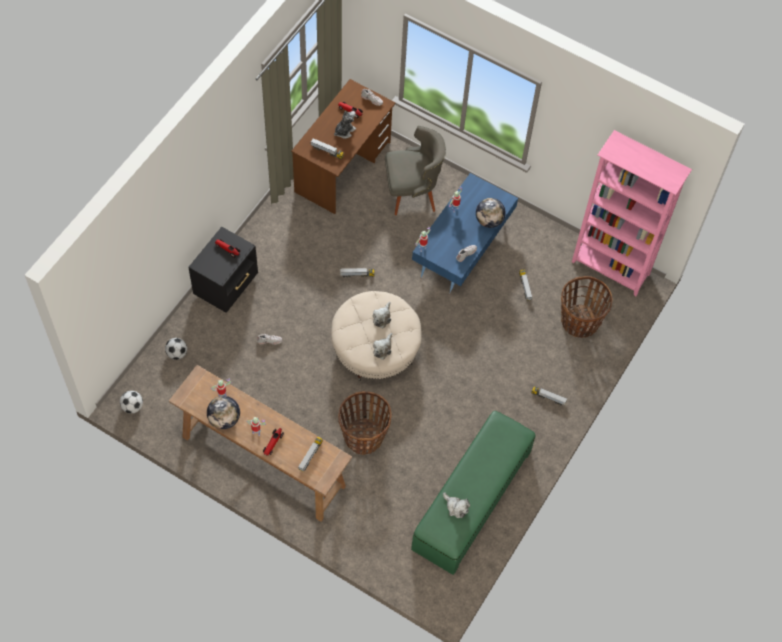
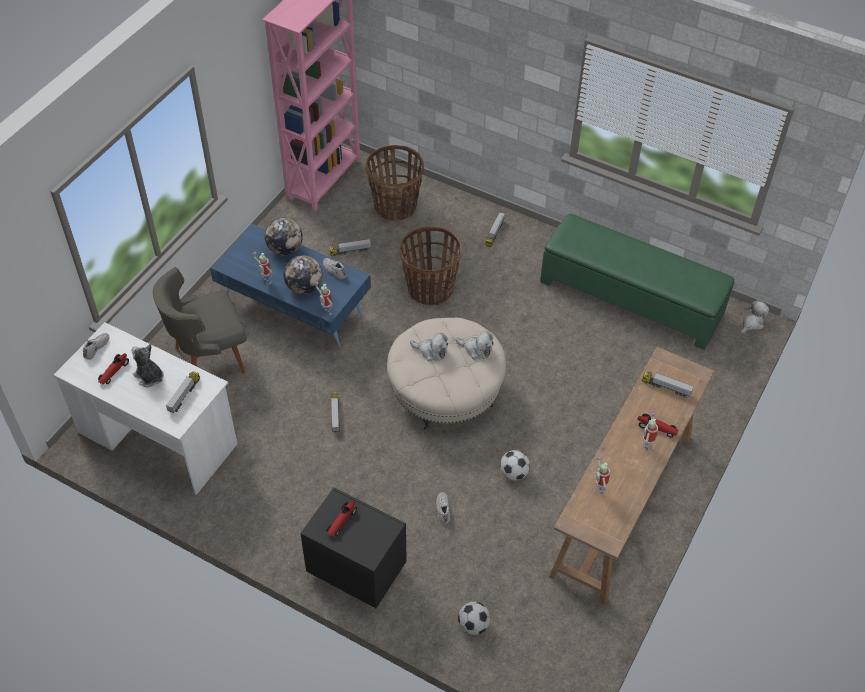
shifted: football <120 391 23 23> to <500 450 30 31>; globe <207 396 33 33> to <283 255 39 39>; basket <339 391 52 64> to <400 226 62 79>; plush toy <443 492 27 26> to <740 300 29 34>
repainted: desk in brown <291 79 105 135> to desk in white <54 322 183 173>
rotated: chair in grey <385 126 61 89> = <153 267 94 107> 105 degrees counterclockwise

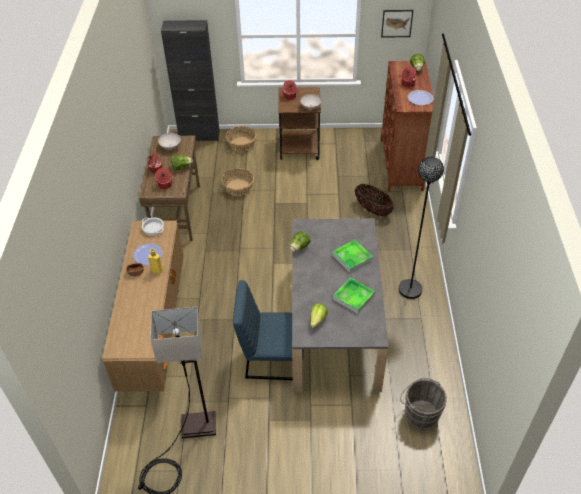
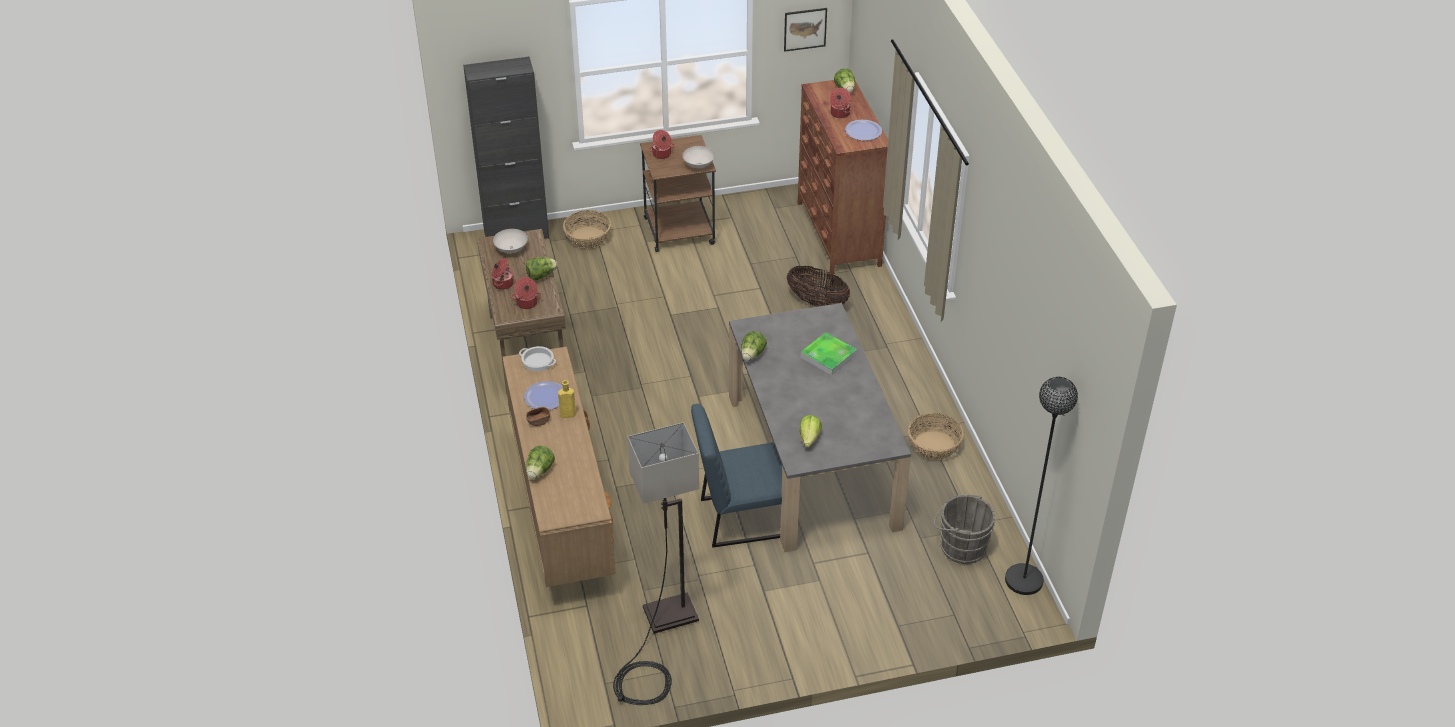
gone: tray <333 277 42 37>
new: lettuce <526 446 29 33>
shifted: basket <222 168 32 27> to <908 413 56 47>; floor lamp in black <399 157 45 142> to <1005 377 73 218>

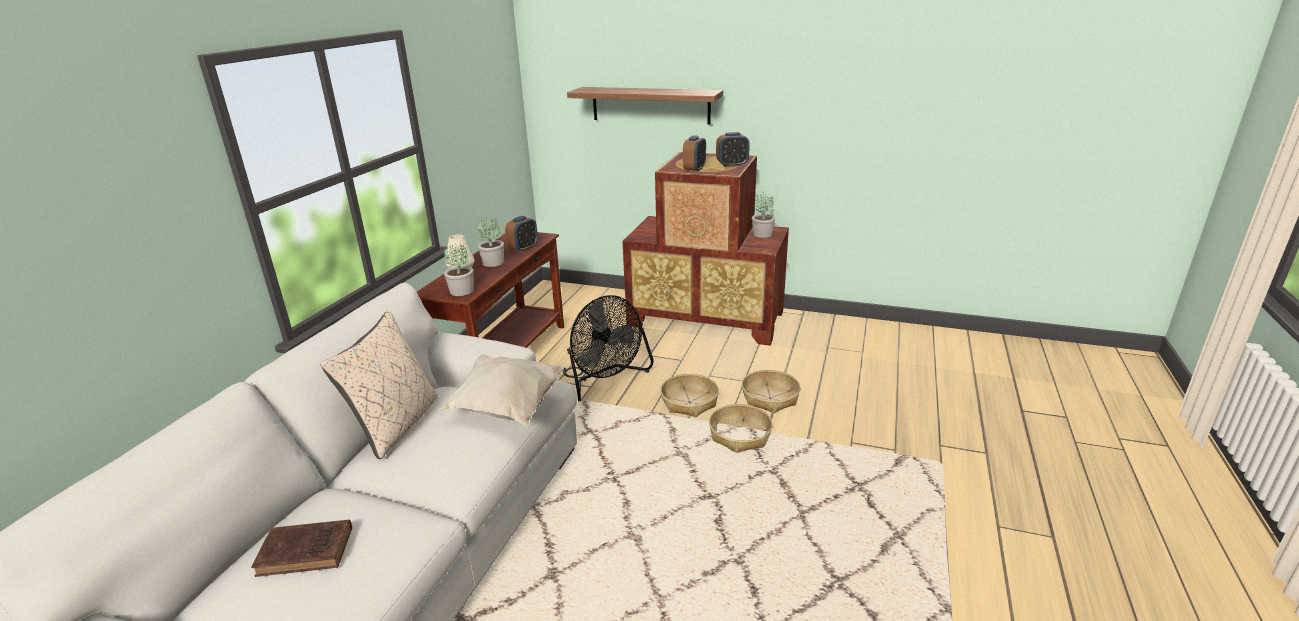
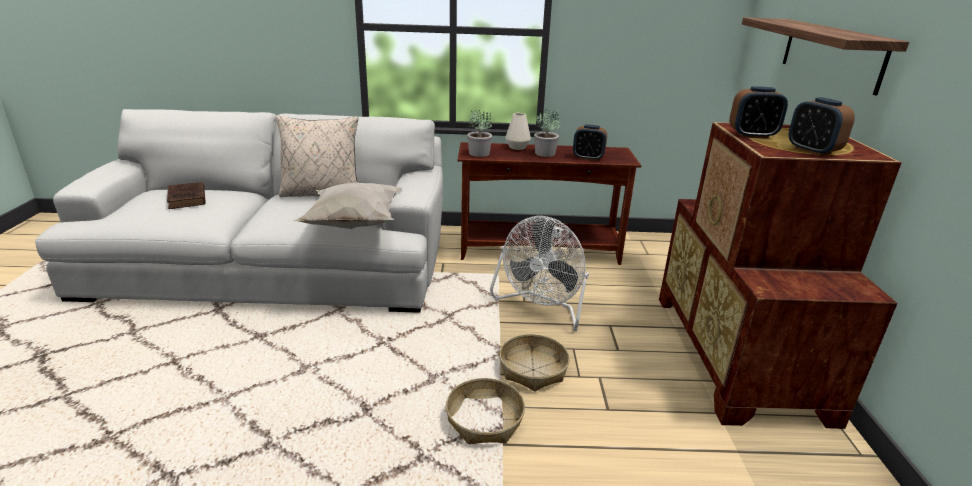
gone: basket <742 370 59 43>; potted plant <752 192 23 46>
repainted: fan in black <563 295 91 106> to fan in white <490 216 99 115>

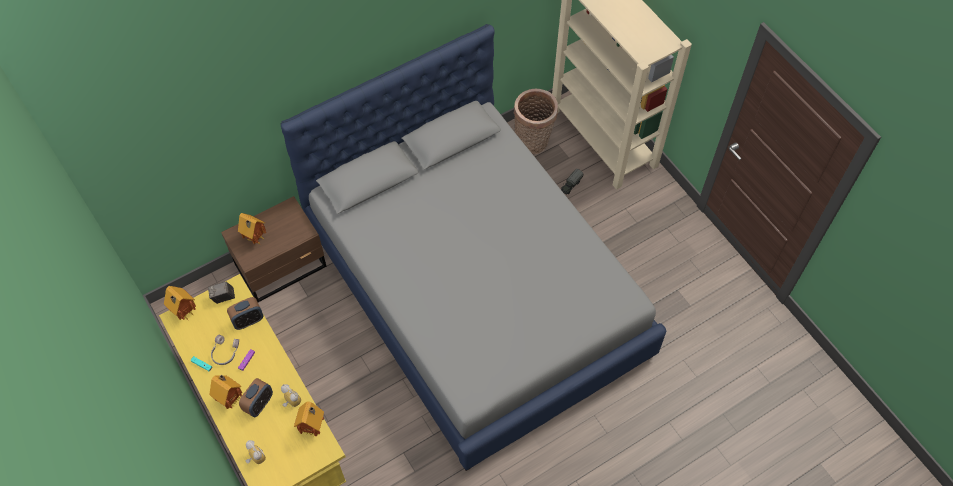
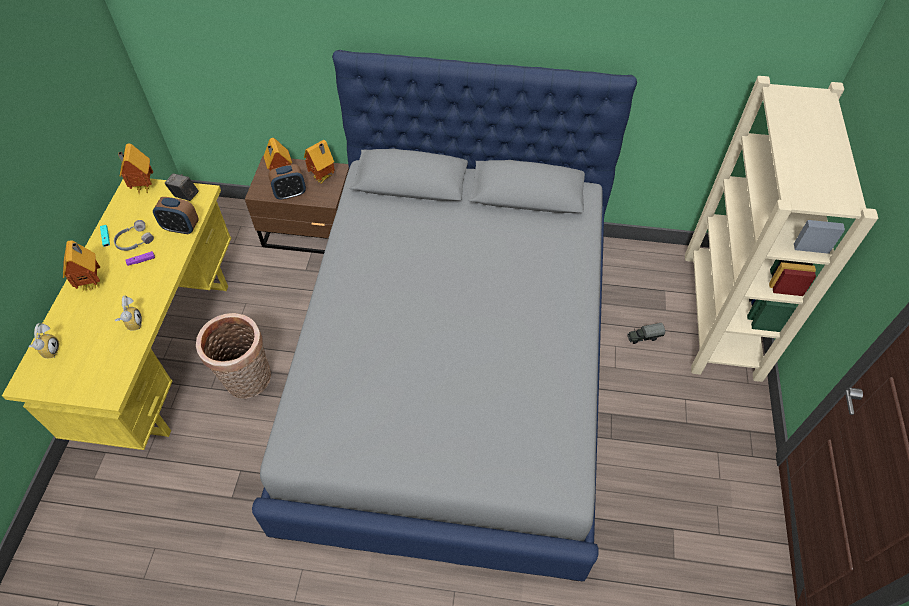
shifted: alarm clock <239 378 34 39> to <268 164 38 36>; toy house <294 401 30 35> to <304 140 31 44>; basket <514 89 44 65> to <196 313 75 86>

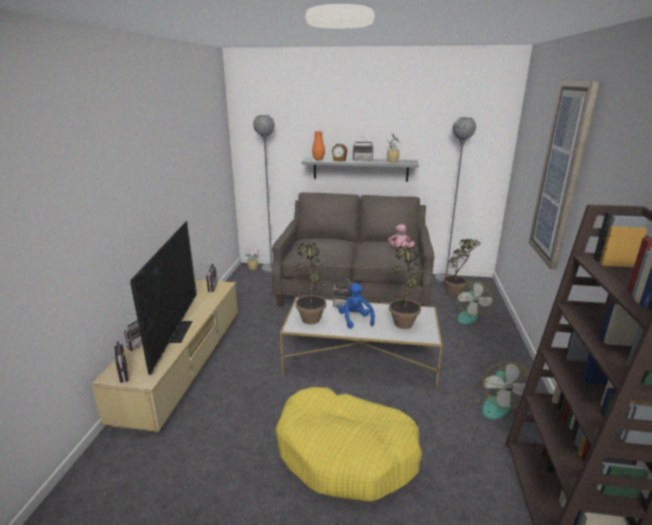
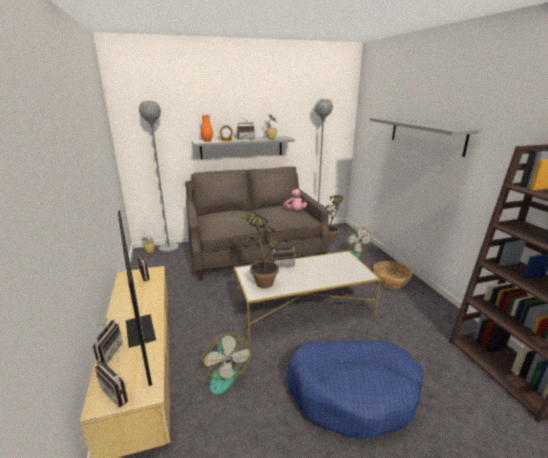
gone: plush toy in blue <338 283 37 46>; potted plant <389 239 34 90>
new: basket <373 261 40 28>
shifted: fan <464 362 66 57> to <194 334 57 61>
swapped: picture <529 81 71 189> to shelf in grey <370 117 109 40>
repainted: dog bed in yellow <276 387 146 115> to dog bed in blue <287 340 136 99>

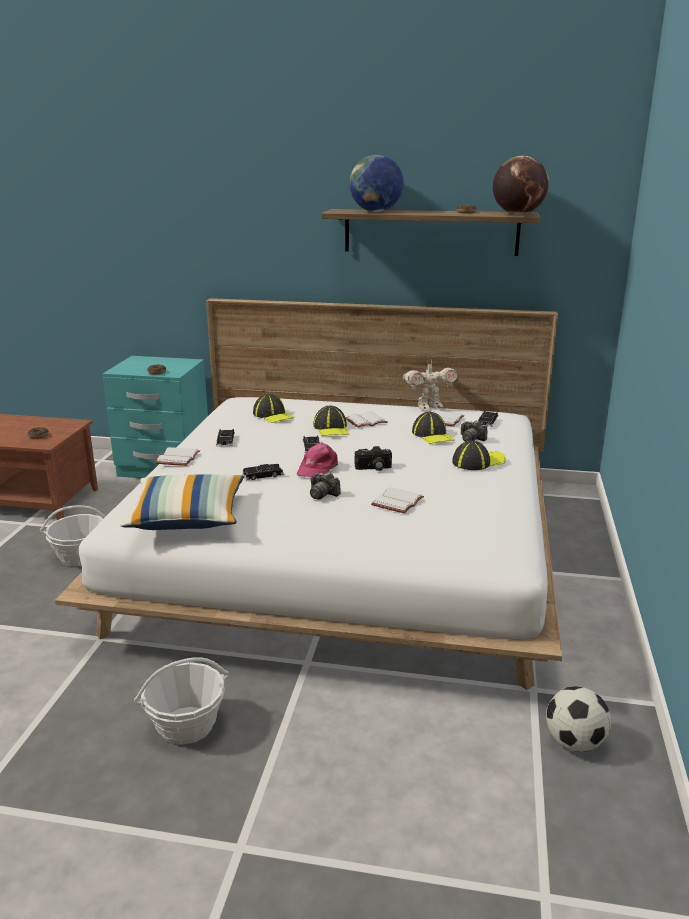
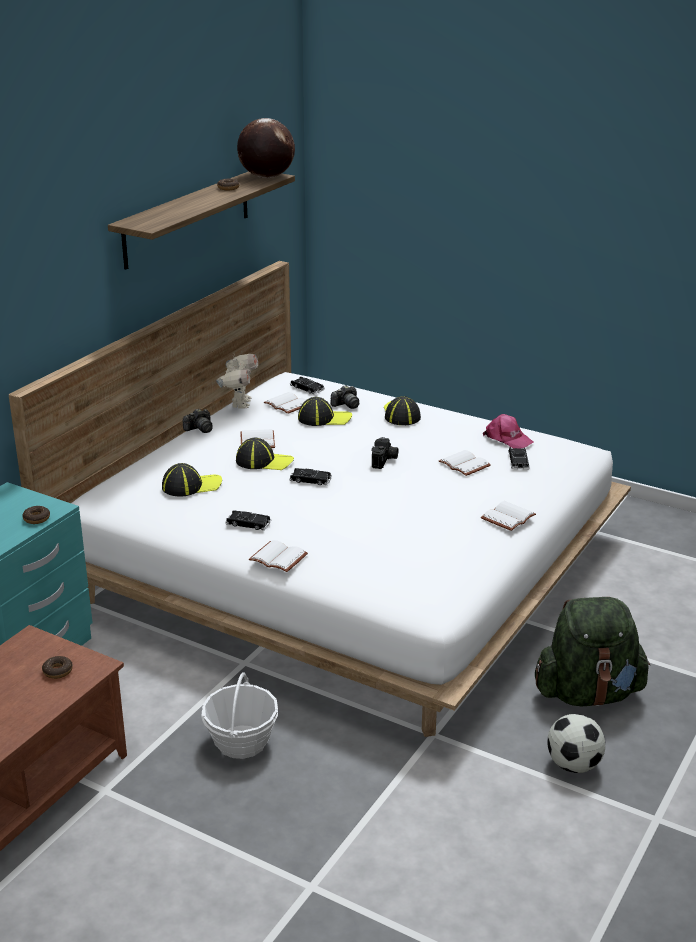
gone: pillow <120 474 124 56>; globe <349 155 54 57>
new: book in white <481 501 55 30>
shifted: toy car in black <242 464 42 16> to <508 447 22 23>; cap in pink <297 443 41 34> to <483 414 50 34>; photo camera <310 472 31 27> to <183 408 29 25>; football <546 686 65 66> to <547 714 58 59>
swapped: basket <134 657 95 88> to backpack in green <535 597 115 109>

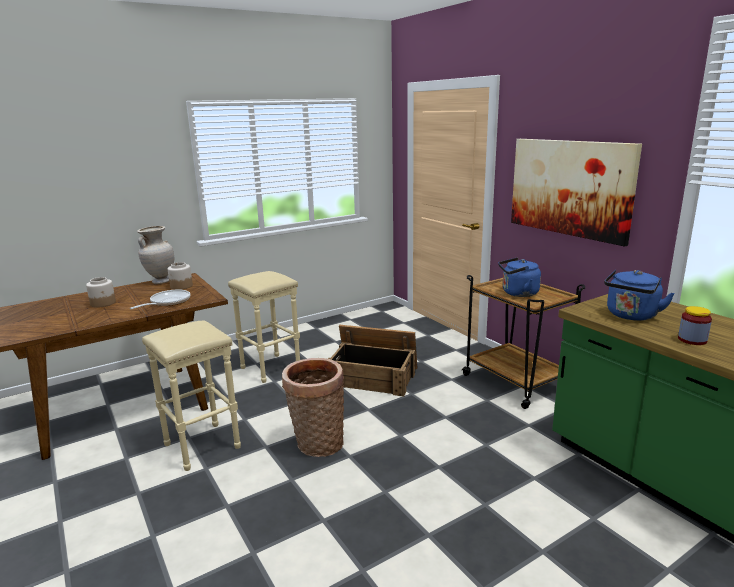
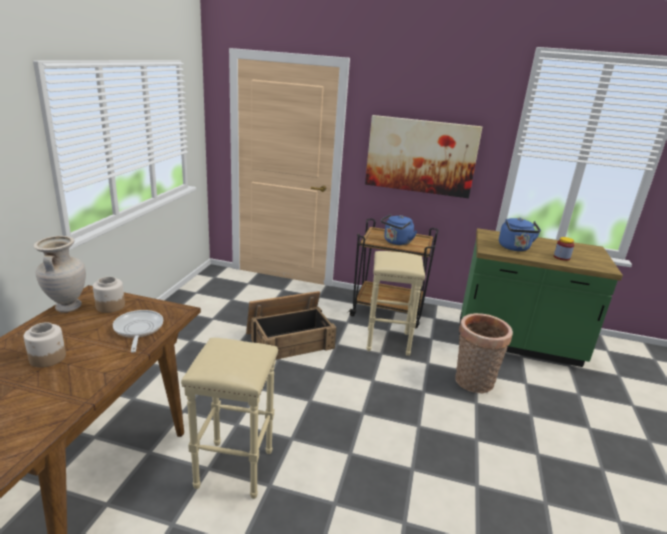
shifted: stool in beige <228 271 72 112> to <367 251 58 105>; basket <282 358 62 99> to <455 313 58 80>

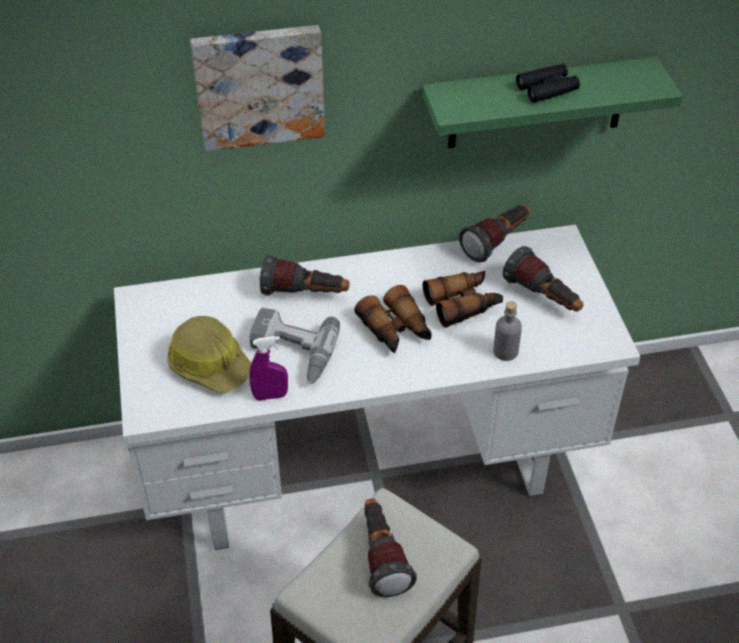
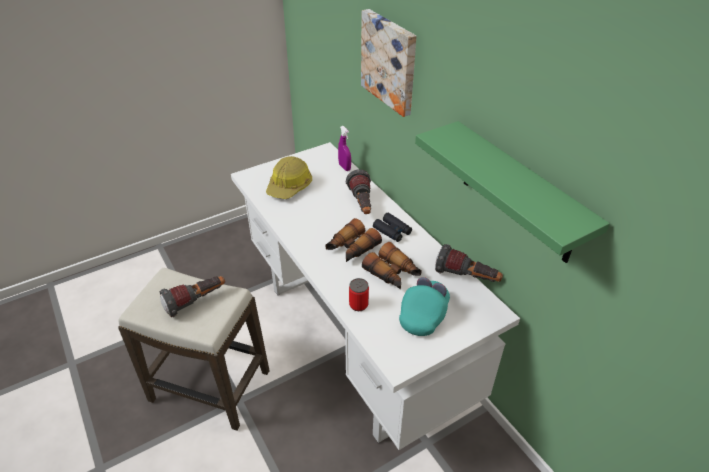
gone: power drill <249 308 91 76>
shifted: spray bottle in purple <249 336 39 64> to <338 126 13 45>; binoculars in black <516 64 64 39> to <373 213 39 29>
swapped: bottle in grey <493 301 29 60> to can <349 278 20 33>; flashlight <503 246 80 66> to cap in turquoise <399 277 51 59>

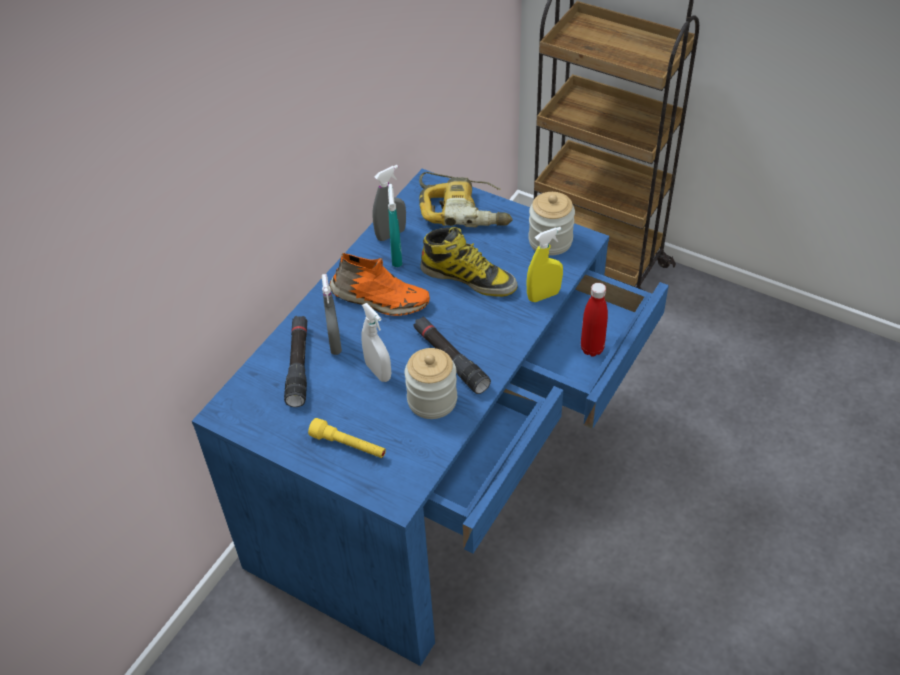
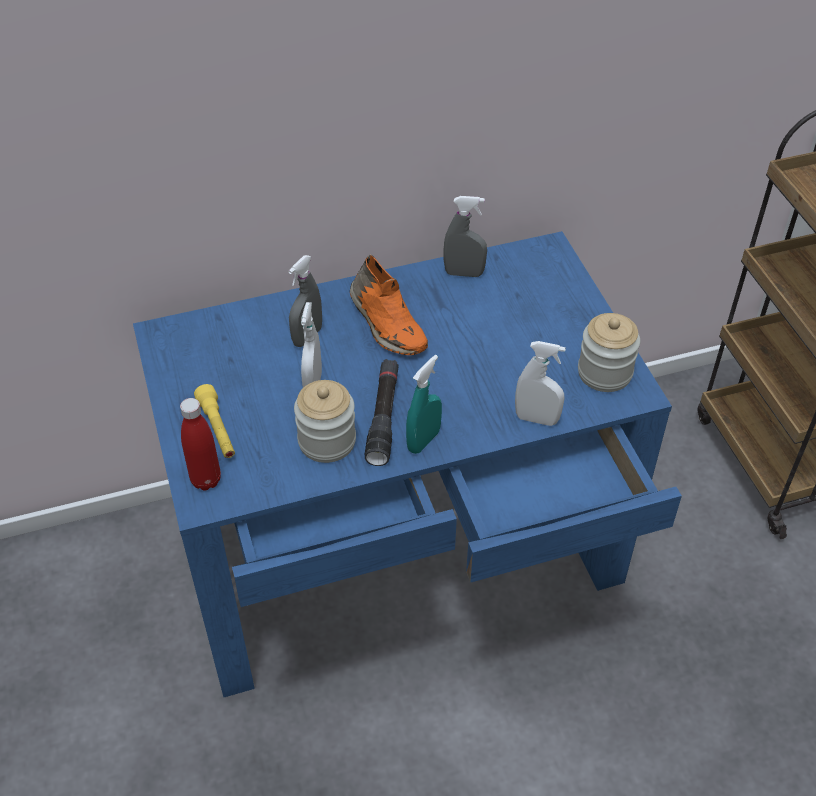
gone: flashlight in black <284 316 23 91>; power drill <419 172 94 56>; boot <420 227 98 70>
shifted: spray bottle in turquoise <388 184 14 83> to <406 355 36 99>; bottle in red <581 283 27 73> to <180 398 41 92>
repainted: spray bottle in yellow <527 227 36 75> to spray bottle in white <515 341 51 85>

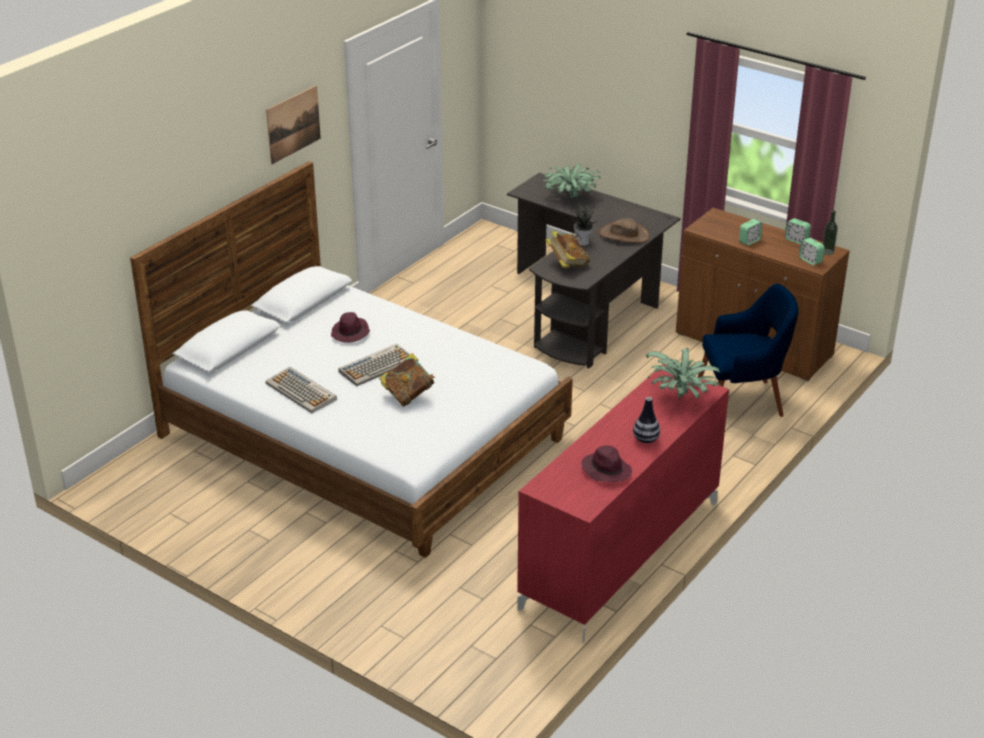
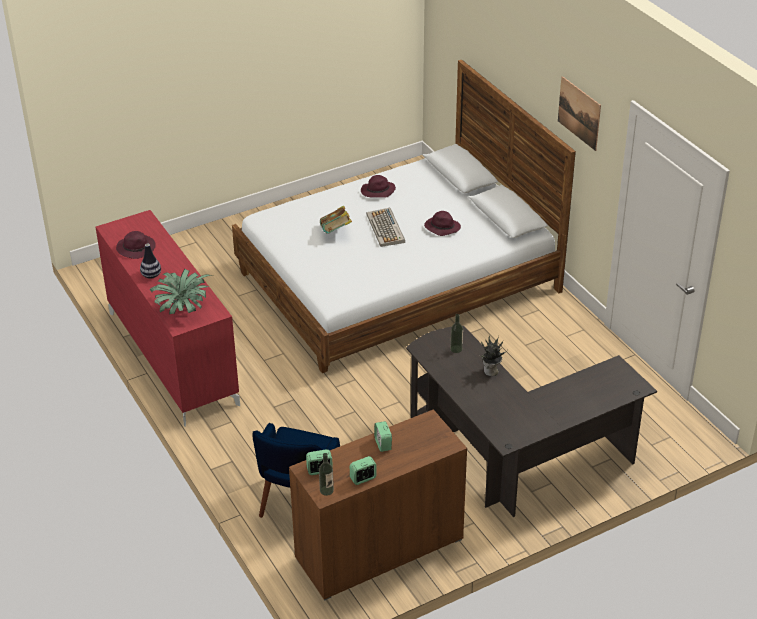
gone: potted plant <542 164 59 34>; hat in brown <599 218 51 25>
swapped: keyboard <265 367 72 46> to hat in purple <361 175 35 23>; book <545 231 45 37> to bottle <450 314 13 39>

